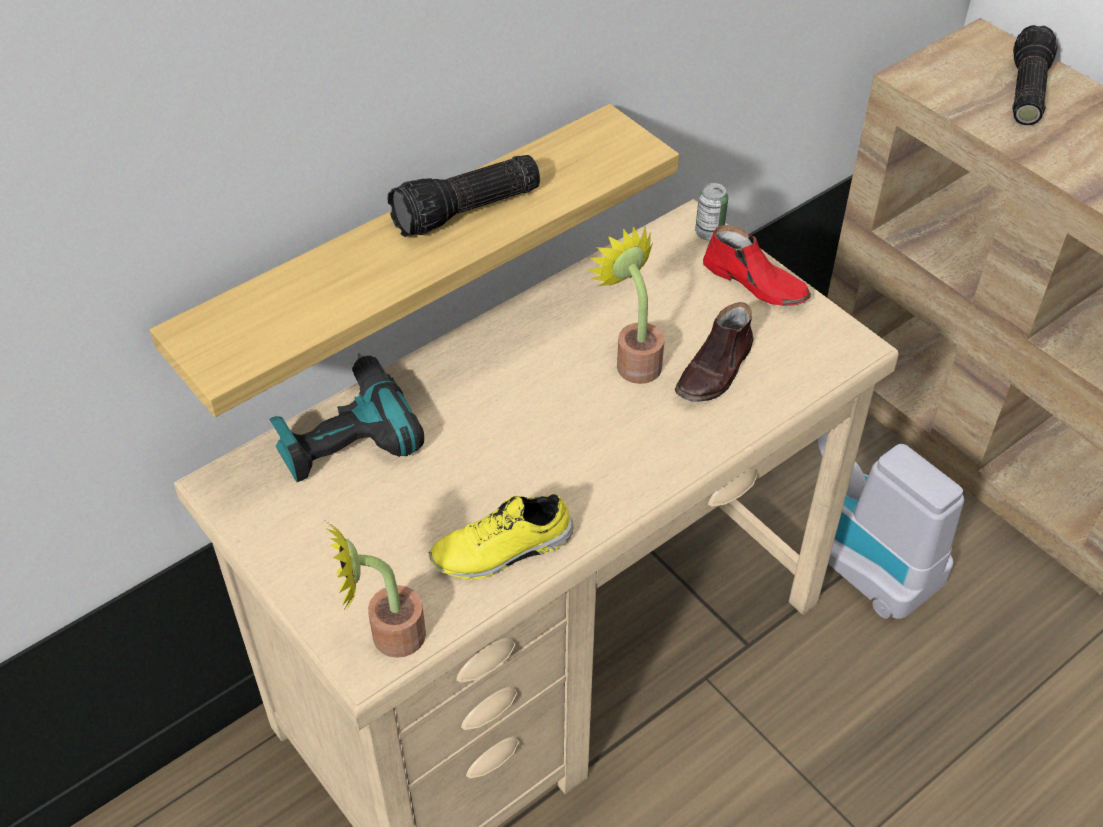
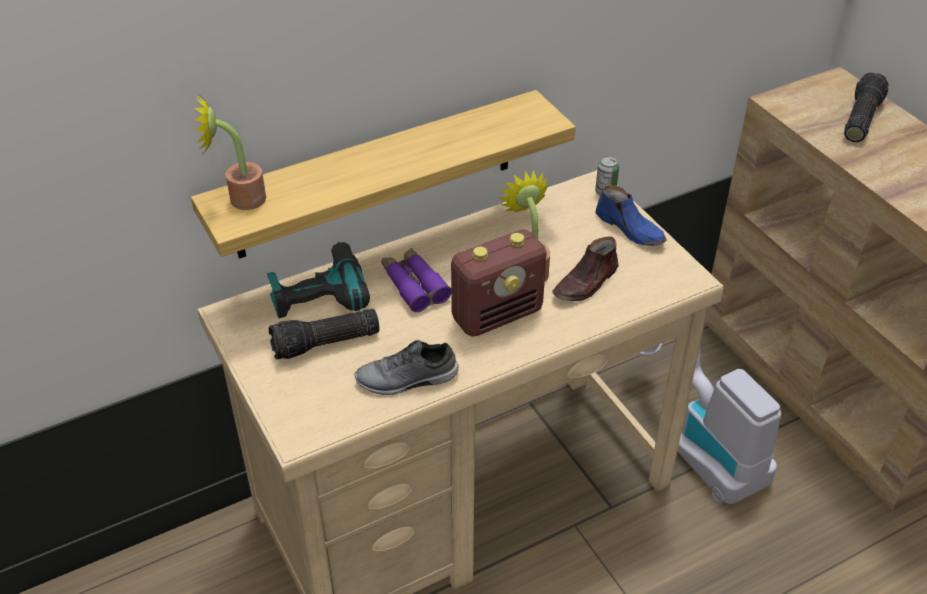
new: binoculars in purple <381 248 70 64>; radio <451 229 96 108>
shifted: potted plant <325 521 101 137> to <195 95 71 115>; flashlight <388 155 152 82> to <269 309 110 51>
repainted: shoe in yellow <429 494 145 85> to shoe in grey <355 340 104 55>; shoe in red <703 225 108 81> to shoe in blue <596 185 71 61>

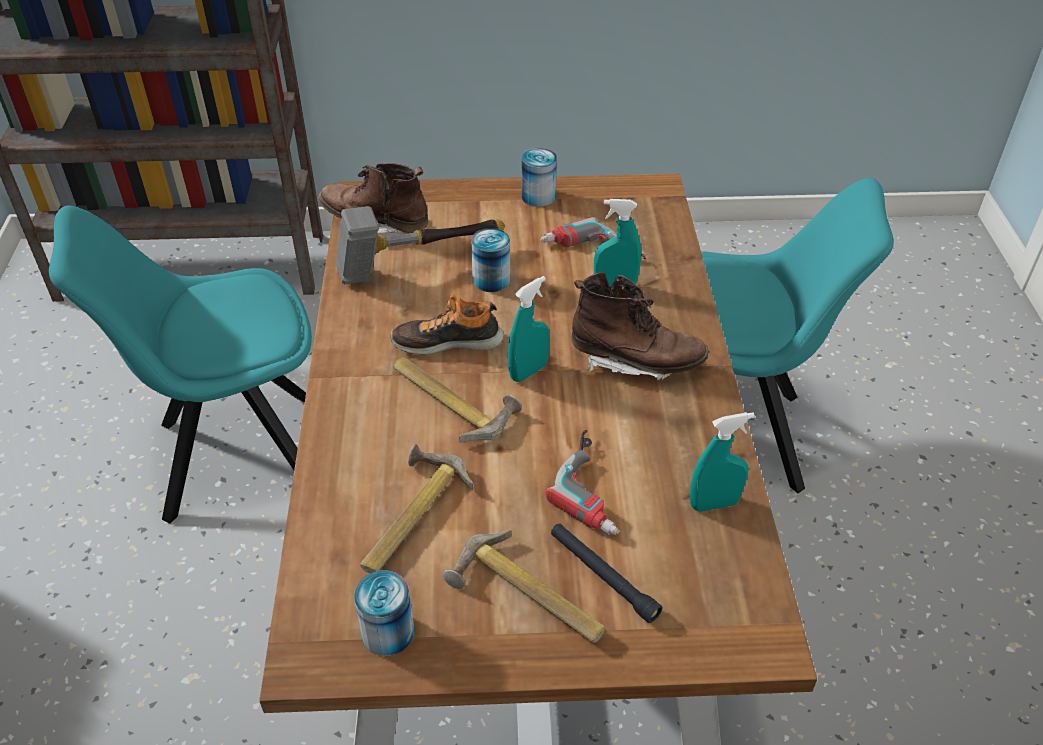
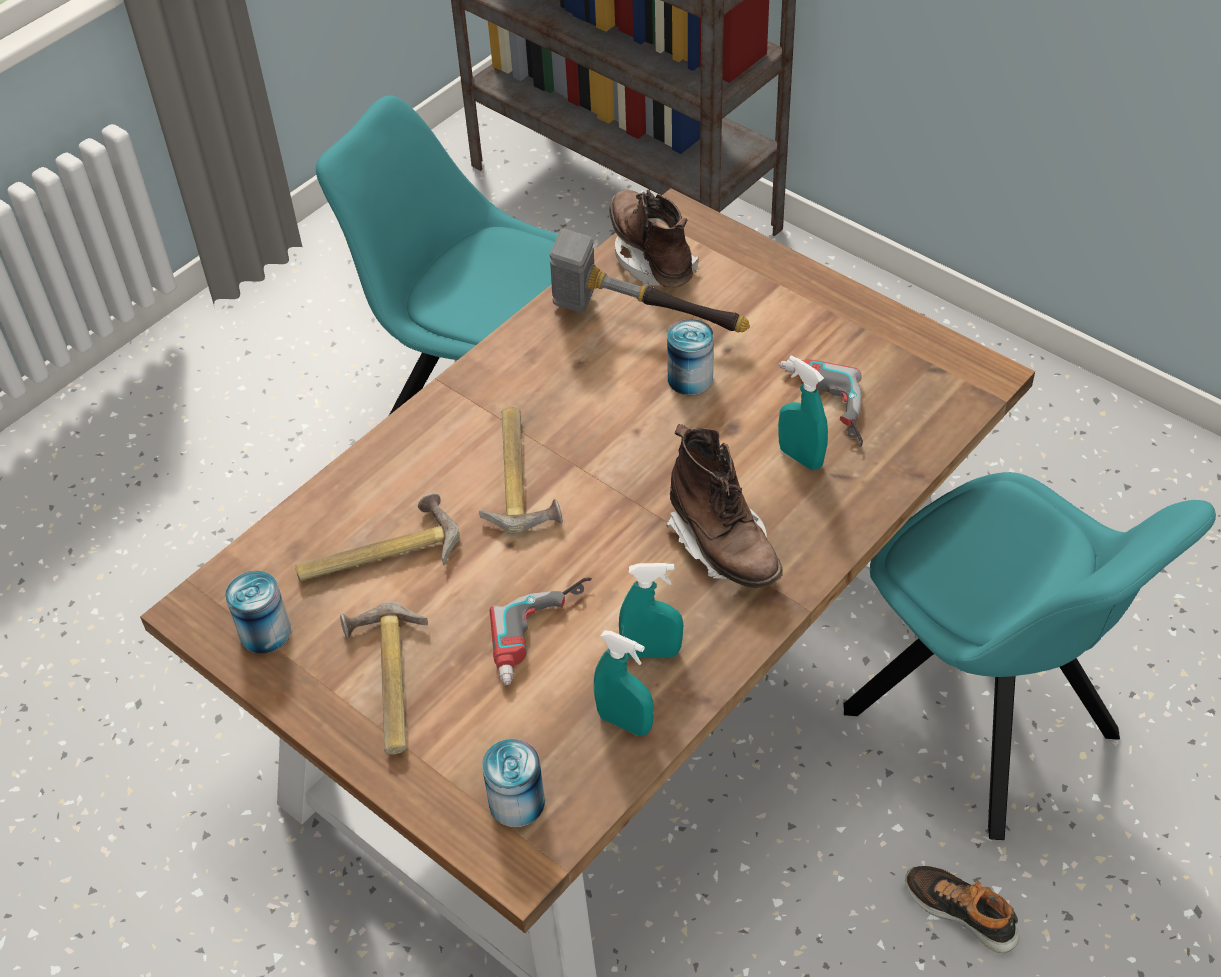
gone: flashlight in black <551 524 111 99>
shifted: shoe <390 295 114 60> to <905 866 114 87>; spray bottle in turquoise <508 276 42 106> to <619 563 64 95>; can <522 148 35 59> to <482 739 63 89>

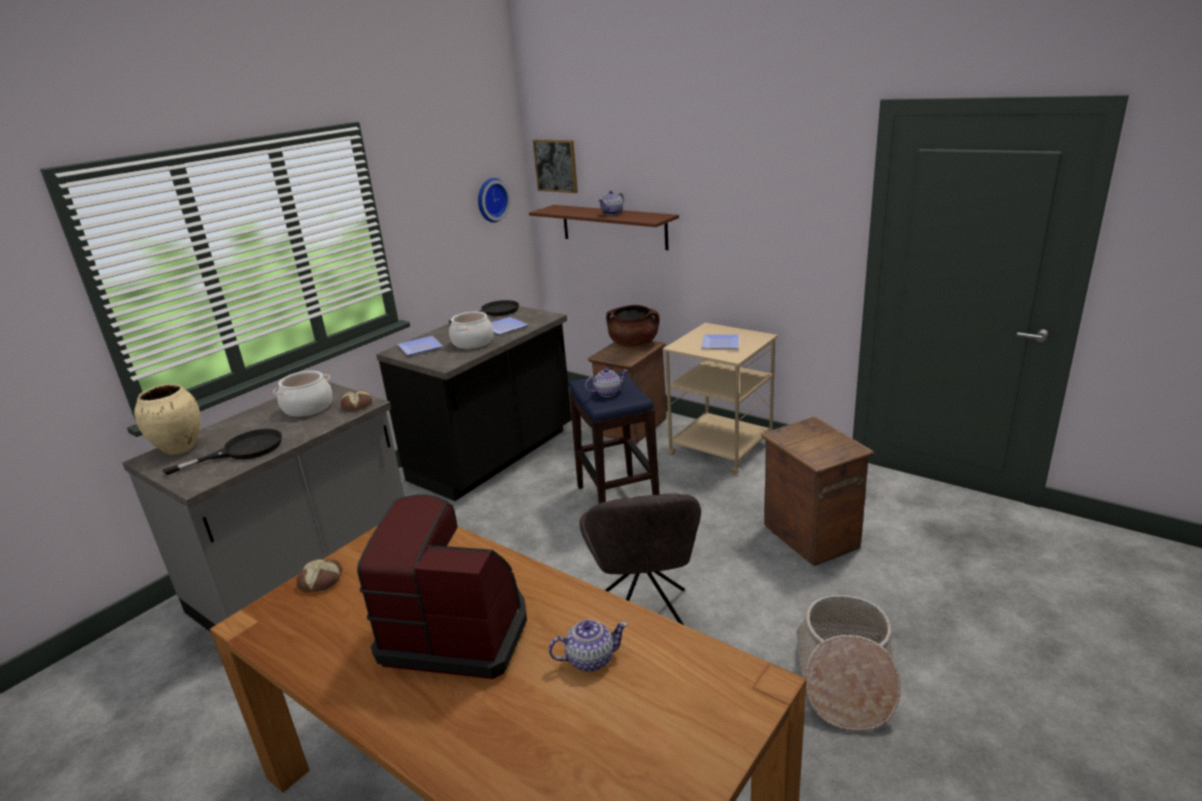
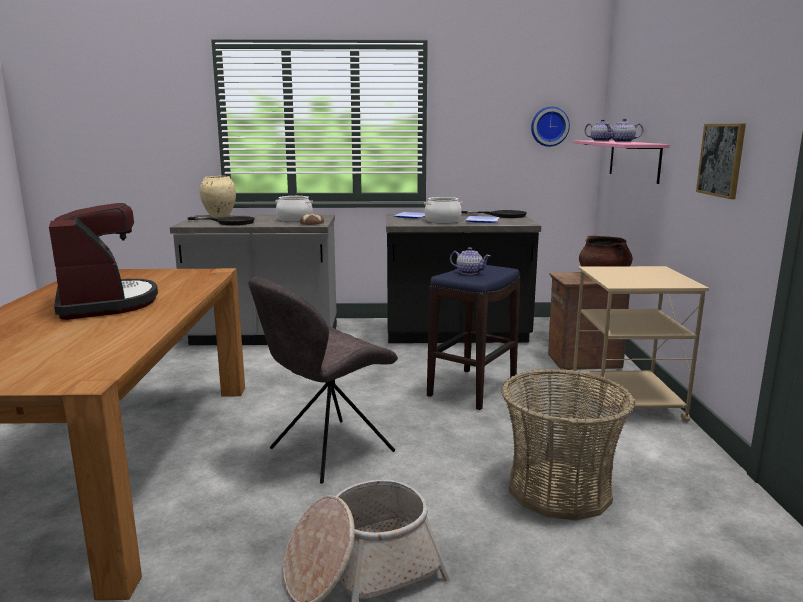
gone: bread <296 559 46 33>; plate <701 334 39 15>
shifted: picture <533 140 45 53> to <696 124 50 75>; teapot <548 619 80 53> to <585 119 28 22>
swapped: crate <761 416 113 150> to basket <501 369 134 152>
repainted: shelf in brown <529 205 150 45> to shelf in pink <574 140 96 44>

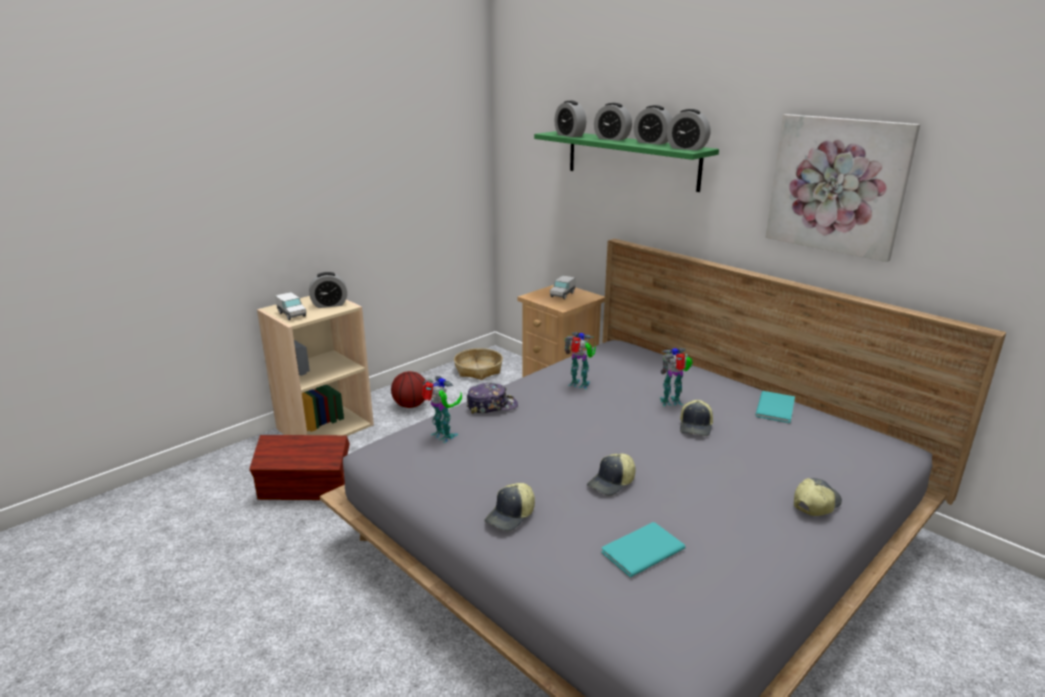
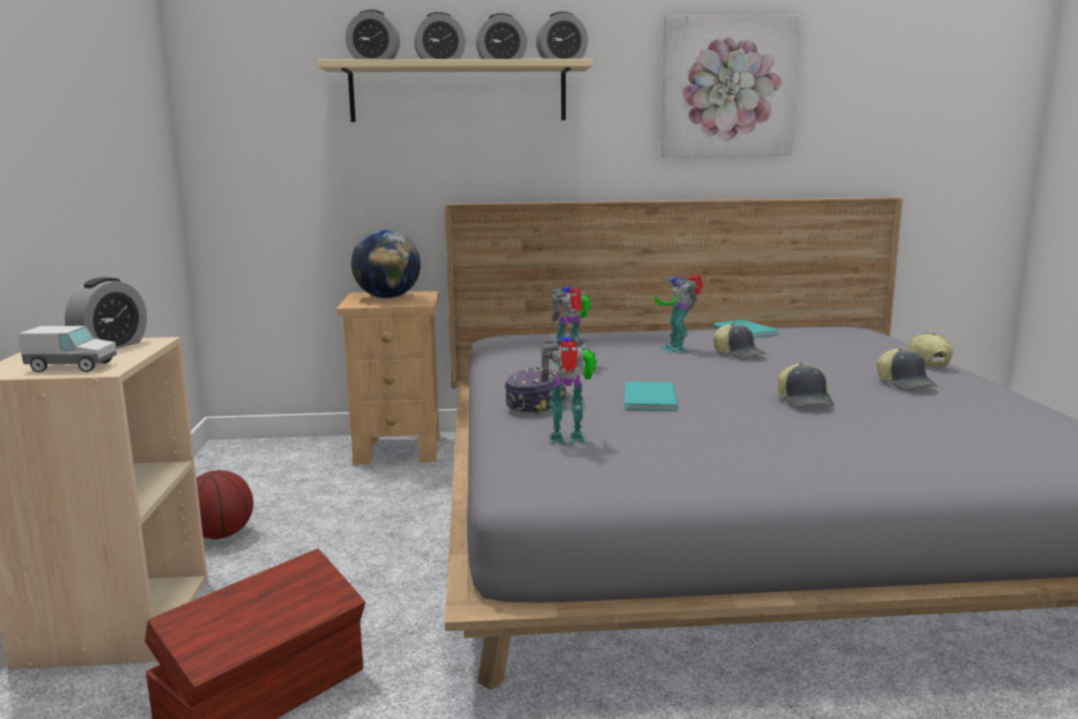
gone: basket <454 348 49 32>
shifted: cap <484 483 51 48> to <877 348 61 43>; book in turquoise <601 522 85 55> to <625 381 53 30>
swapped: toy truck <550 276 26 23> to globe <351 230 70 68>
repainted: shelf in green <534 131 185 61> to shelf in beige <317 59 276 63>
rotated: toy robot <660 348 33 58> = <655 274 48 79> 45 degrees counterclockwise

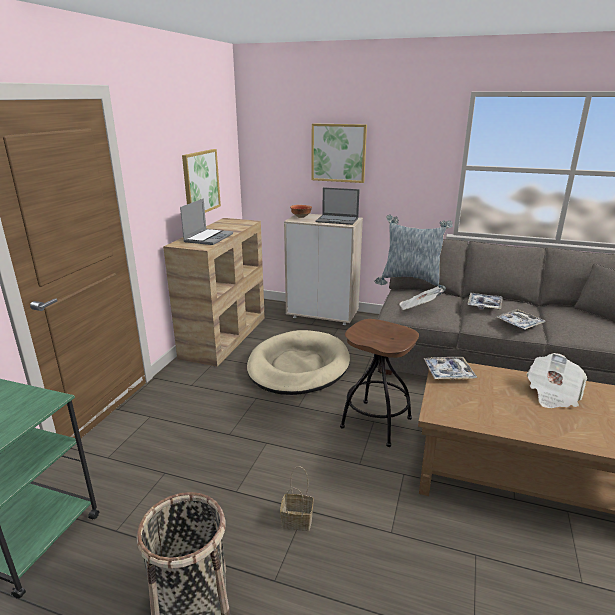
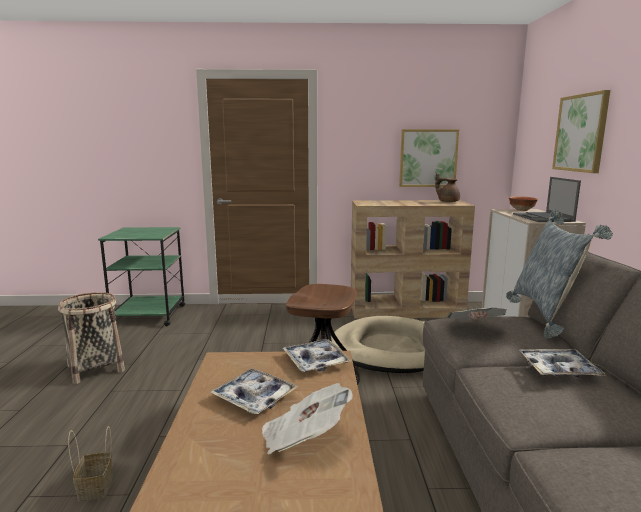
gone: laptop <180 198 53 47>
new: teapot in brown <435 173 25 29>
shifted: basket <280 466 34 65> to <68 426 45 75>; tray <497 309 48 21> to <209 369 90 45>

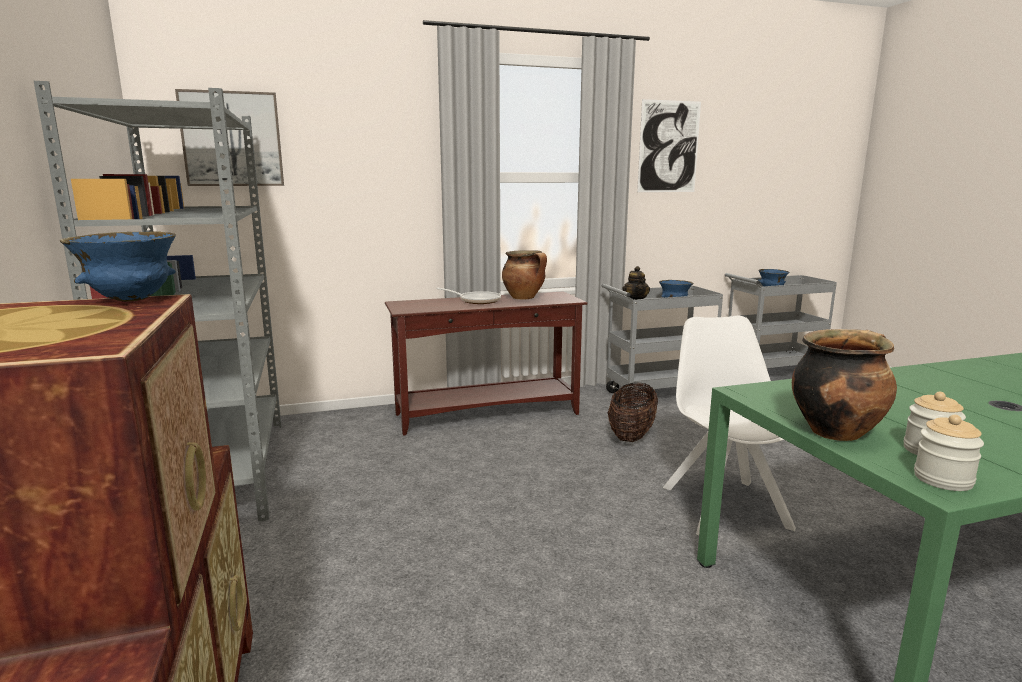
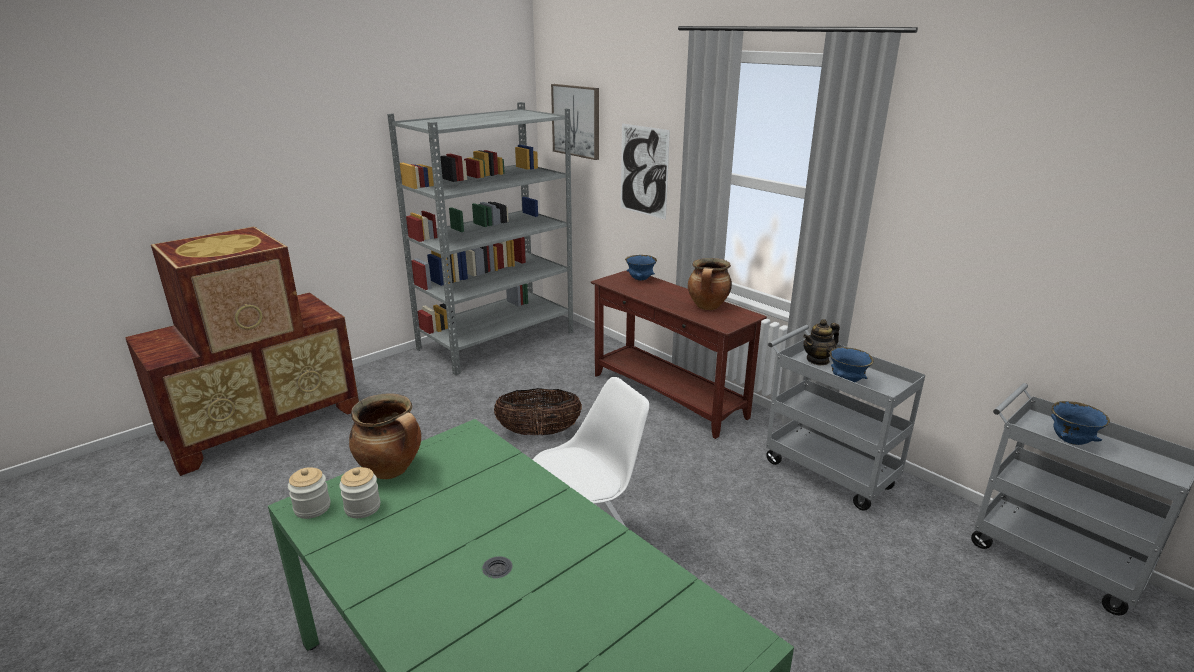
gone: frying pan <436 288 65 16>
shifted: bowl in blue <60 231 116 71> to <625 255 32 26>; basket <608 383 50 59> to <494 388 88 47>; picture <637 99 64 93> to <621 123 49 97>

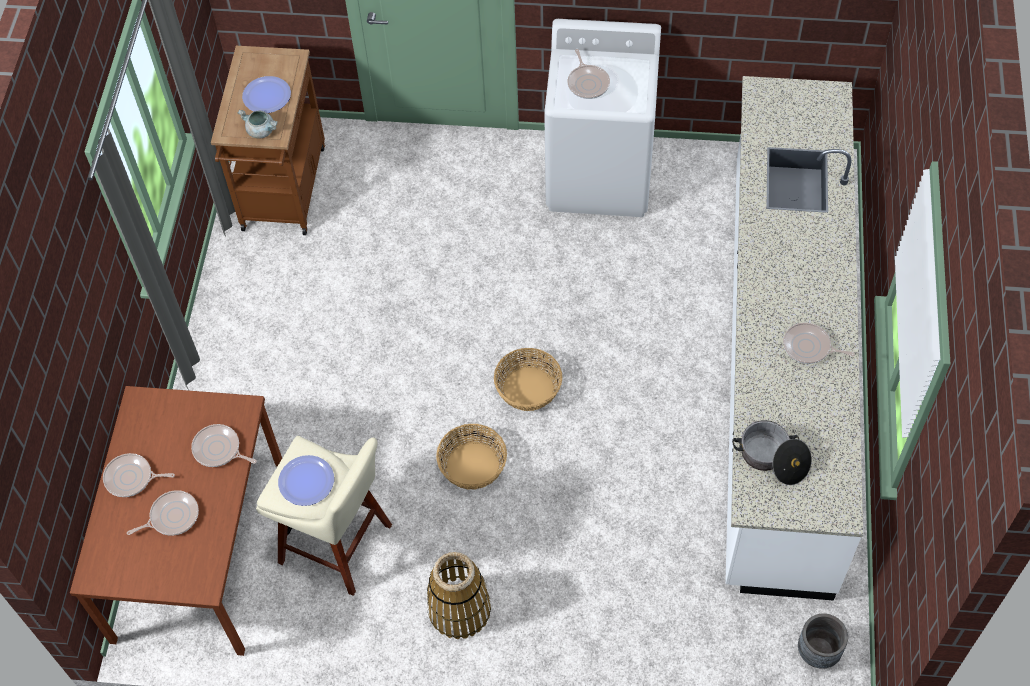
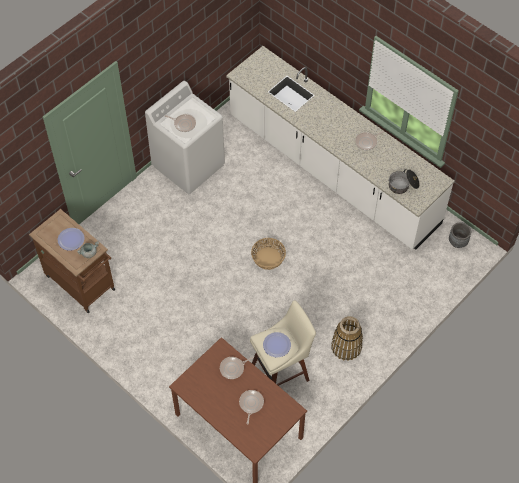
gone: frying pan <103 453 72 44>; basket <436 424 71 66>

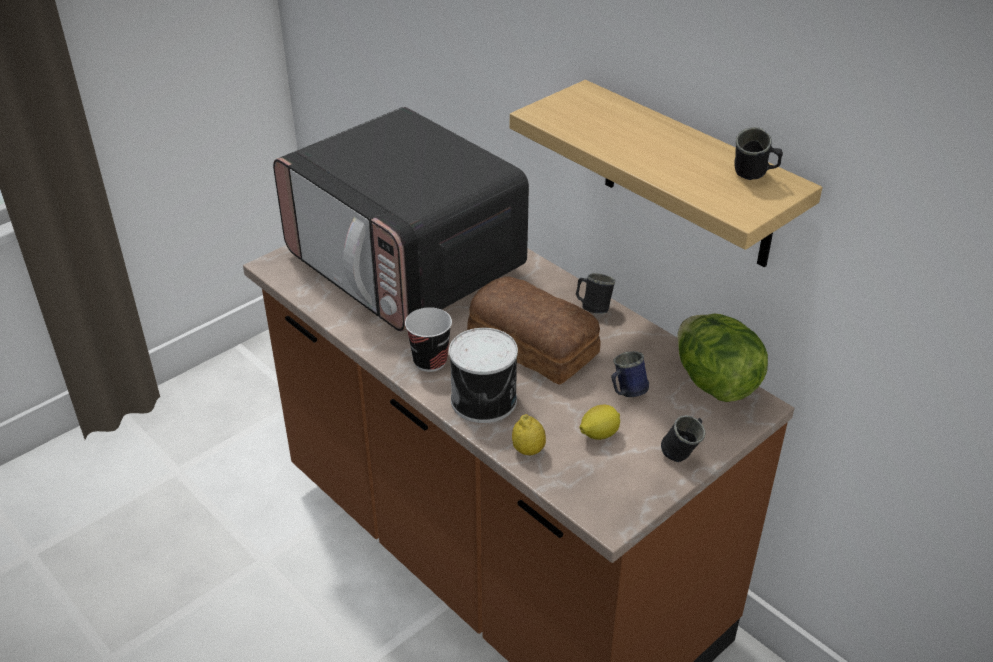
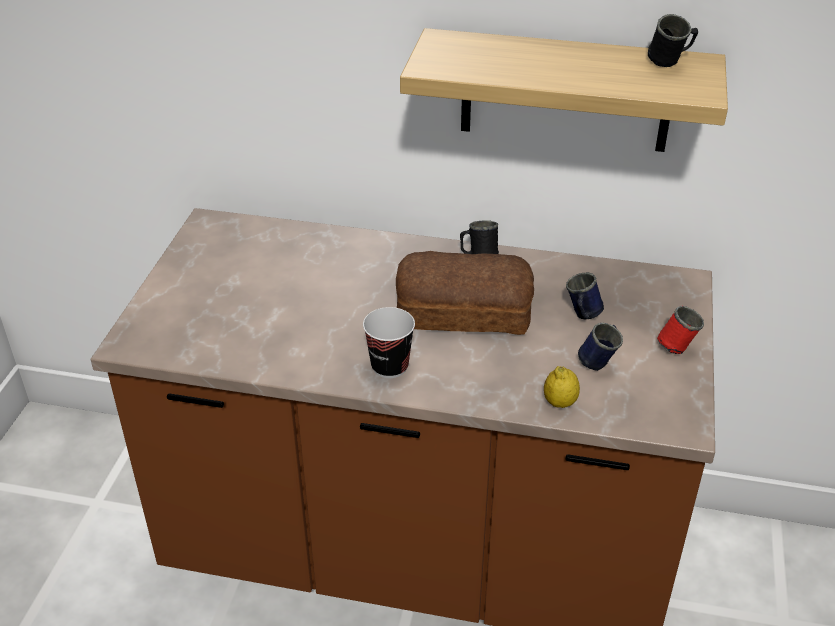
gone: microwave <273 107 256 224>; can <449 328 69 95>; lettuce <677 314 91 88>
swapped: lemon <579 405 41 35> to mug in blue <578 323 45 48>
repainted: mug in black <661 415 44 47> to mug in red <657 306 47 48>

